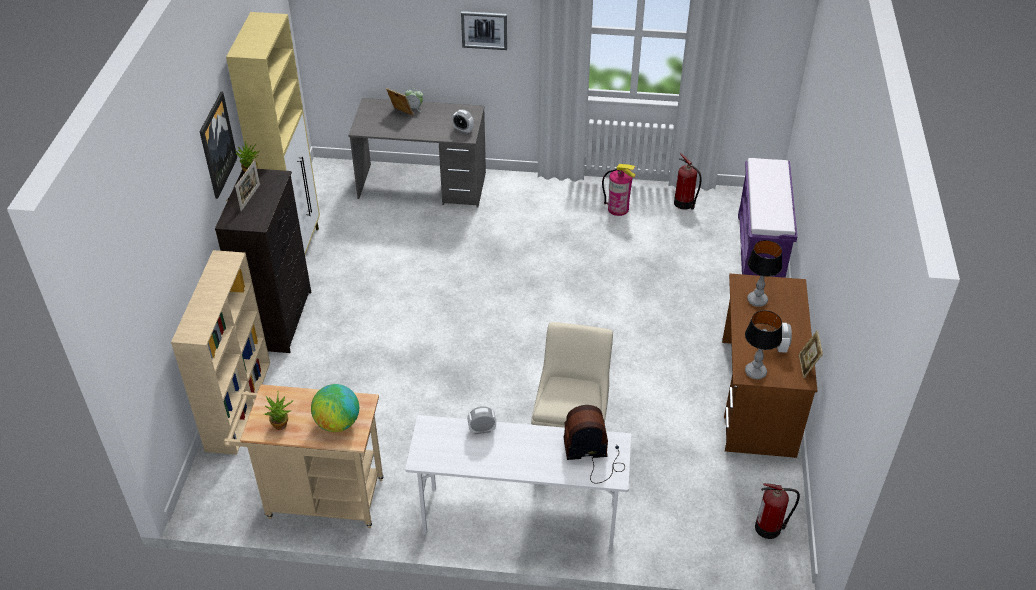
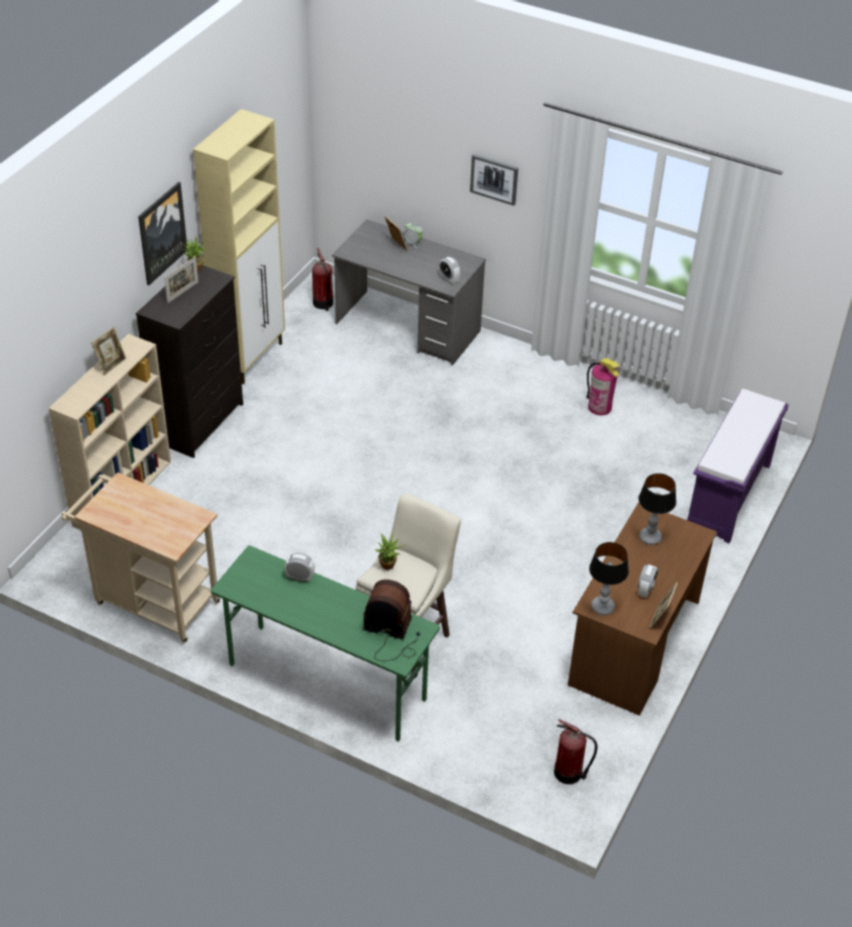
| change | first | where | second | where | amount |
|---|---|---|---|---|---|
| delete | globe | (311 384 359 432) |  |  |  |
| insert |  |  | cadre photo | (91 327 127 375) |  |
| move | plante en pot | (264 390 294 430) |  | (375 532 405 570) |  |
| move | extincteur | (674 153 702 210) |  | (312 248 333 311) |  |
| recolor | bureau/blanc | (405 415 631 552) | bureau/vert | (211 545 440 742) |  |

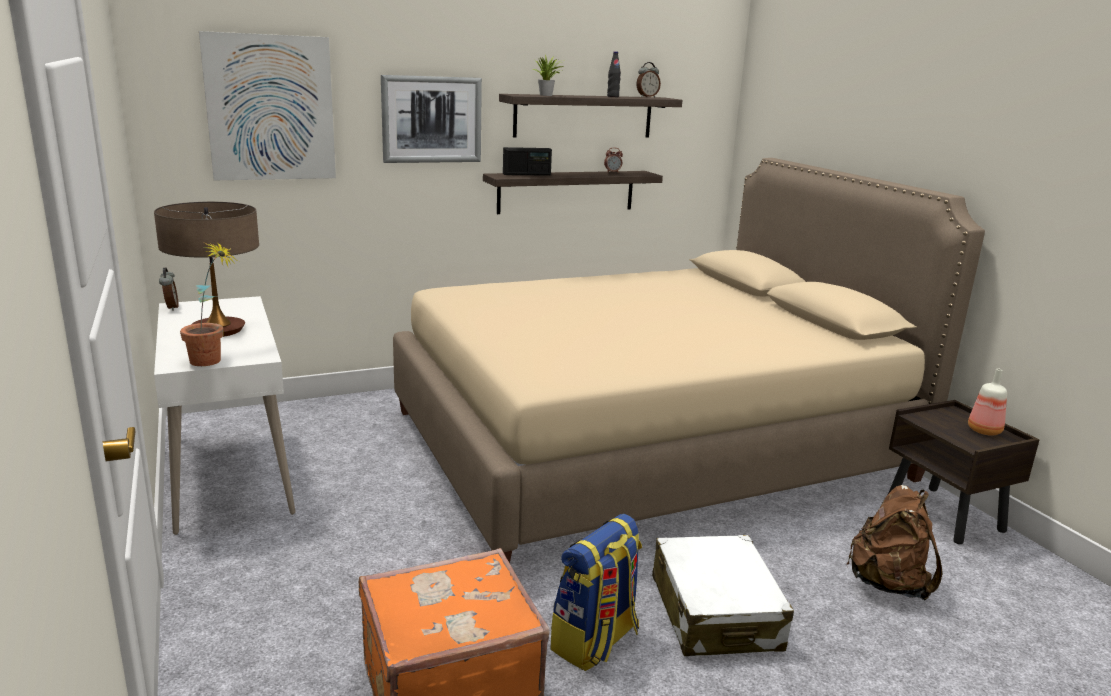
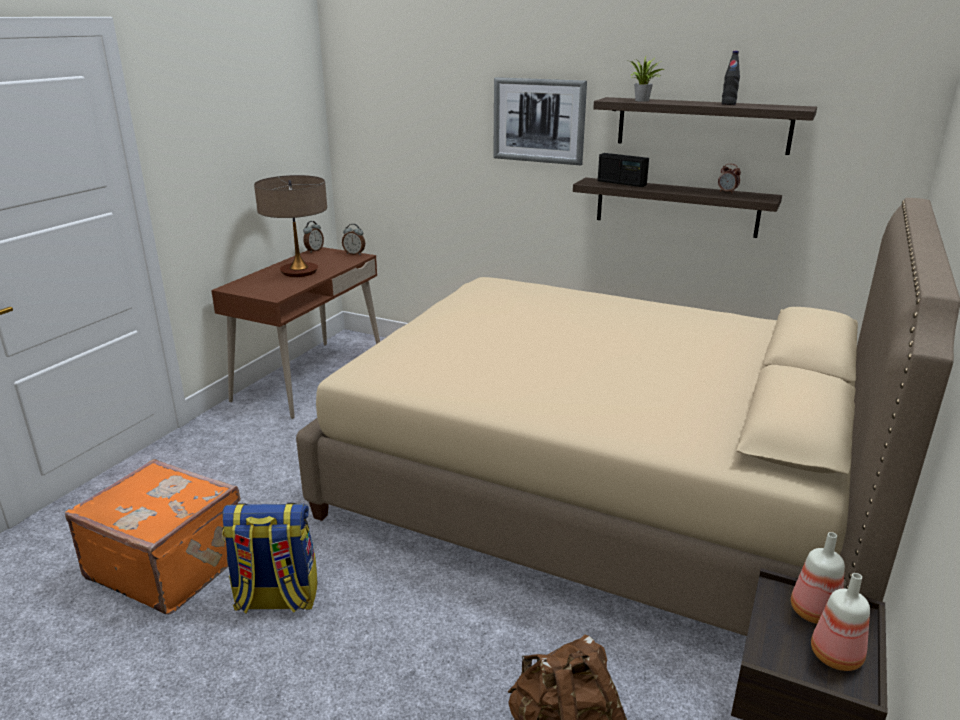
| change | first | where | second | where | amount |
|---|---|---|---|---|---|
| delete | plante en pot | (180 242 239 366) |  |  |  |
| delete | tableau | (199 31 336 180) |  |  |  |
| delete | valise/blanc | (652 535 794 656) |  |  |  |
| insert |  |  | bouteille | (791 532 845 624) |  |
| move | réveil | (636 62 661 97) |  | (342 224 365 255) |  |
| recolor | bureau/blanc | (154 296 295 535) | bureau/marron | (211 247 380 419) |  |

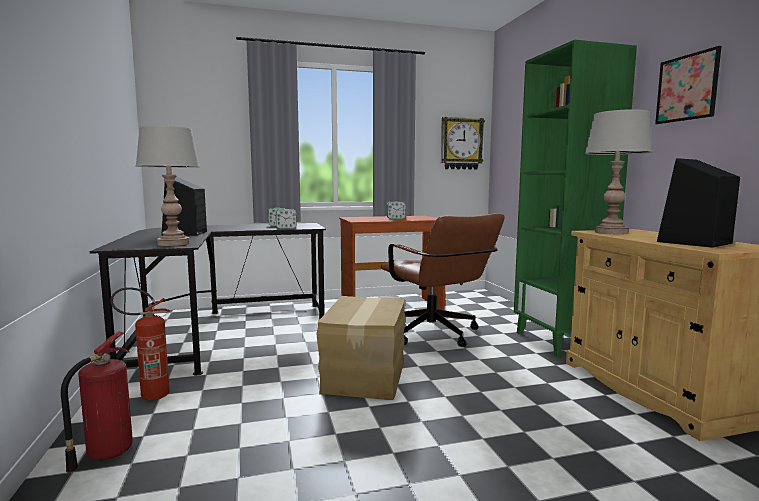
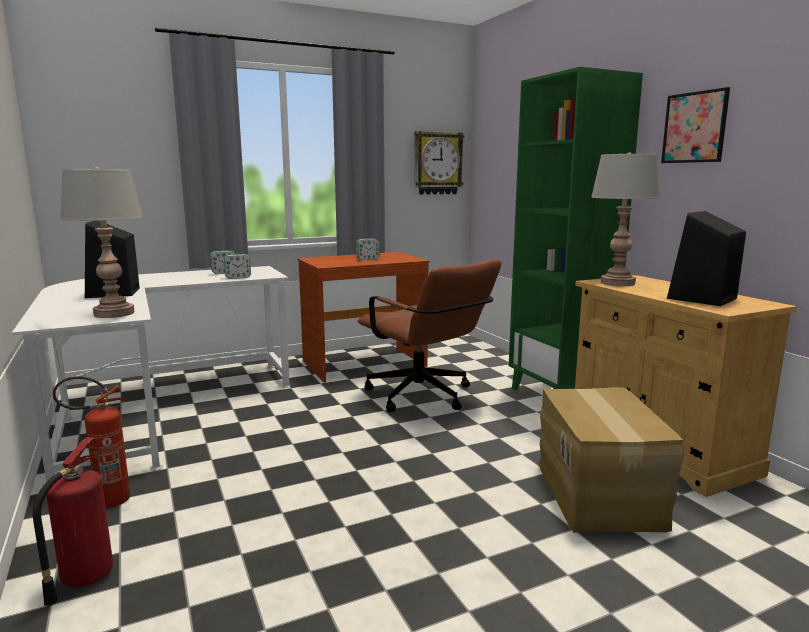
| change | first | where | second | where | amount |
|---|---|---|---|---|---|
| move | carton | (317 296 405 400) |  | (539 387 684 533) |  |
| recolor | bureau/noir | (90 223 326 376) | bureau/blanc | (12 266 290 482) |  |

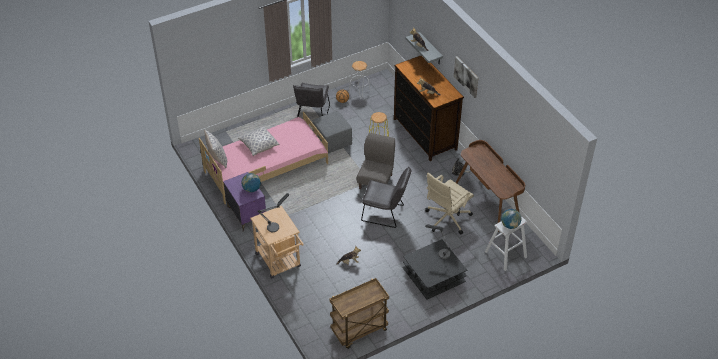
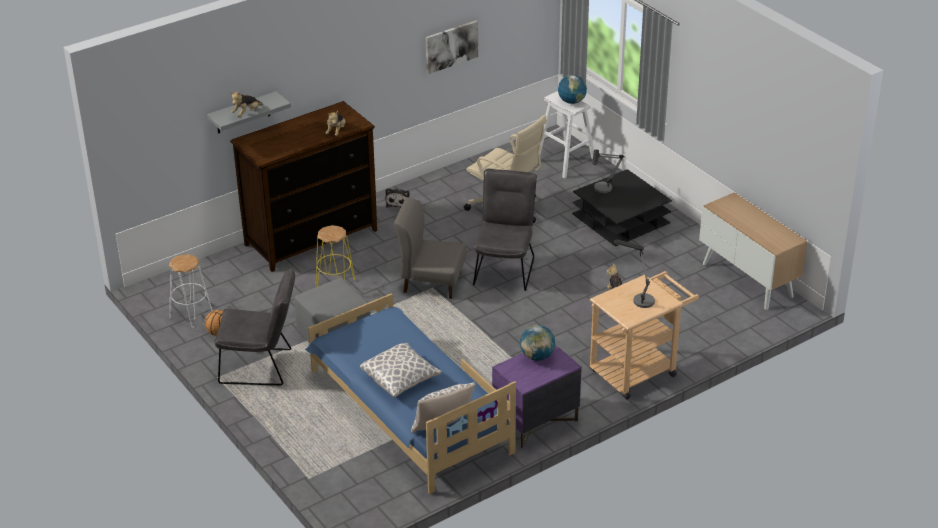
| change | first | where | second | where | amount |
|---|---|---|---|---|---|
| delete | bureau/marron | (456 140 525 232) |  |  |  |
| move | tableau | (454 56 478 98) |  | (426 20 478 74) |  |
| replace | chariot/marron | (330 278 389 349) | meuble de rangement | (699 192 807 310) |  |
| recolor | lit/rose | (199 112 328 204) | lit/bleu | (305 293 516 494) |  |

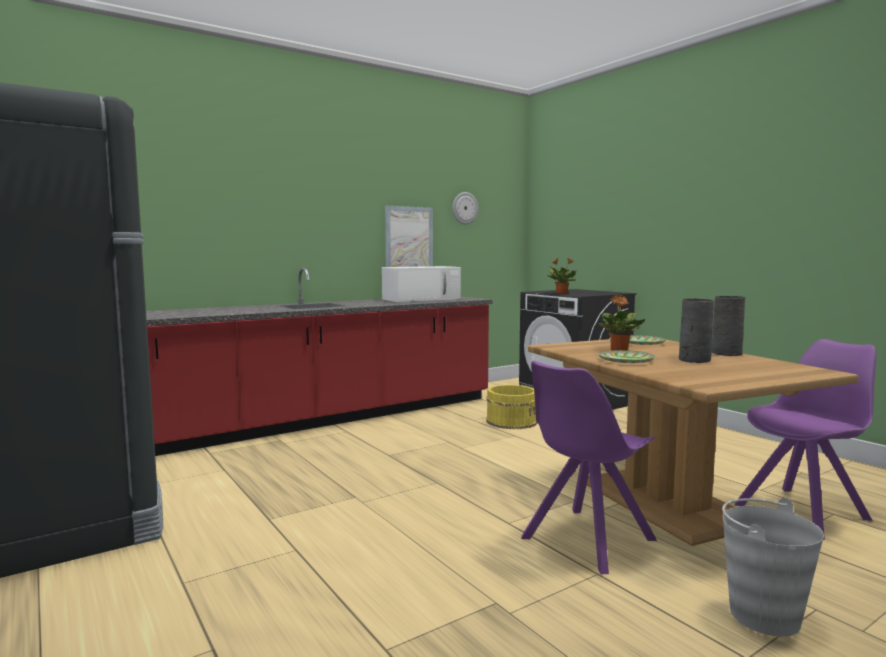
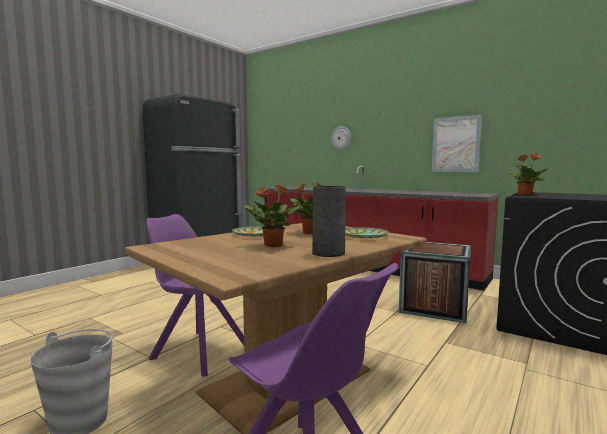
| change | first | where | second | where | amount |
|---|---|---|---|---|---|
| delete | micro-ondes/blanc | (382 266 461 302) |  |  |  |
| move | horloge murale | (452 192 478 225) |  | (331 126 351 150) |  |
| replace | seau/jaune | (486 385 537 429) | caisse | (399 242 471 323) |  |
| replace | vase/gris | (679 299 714 363) | plante en pot | (244 185 301 247) |  |

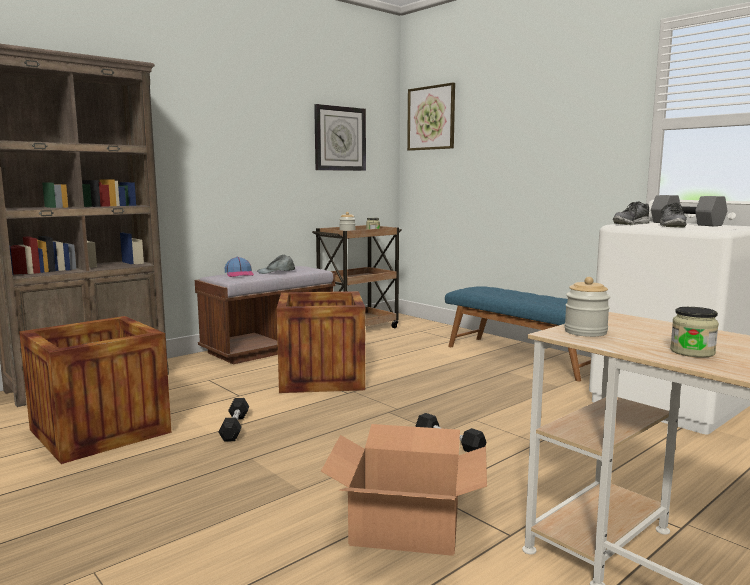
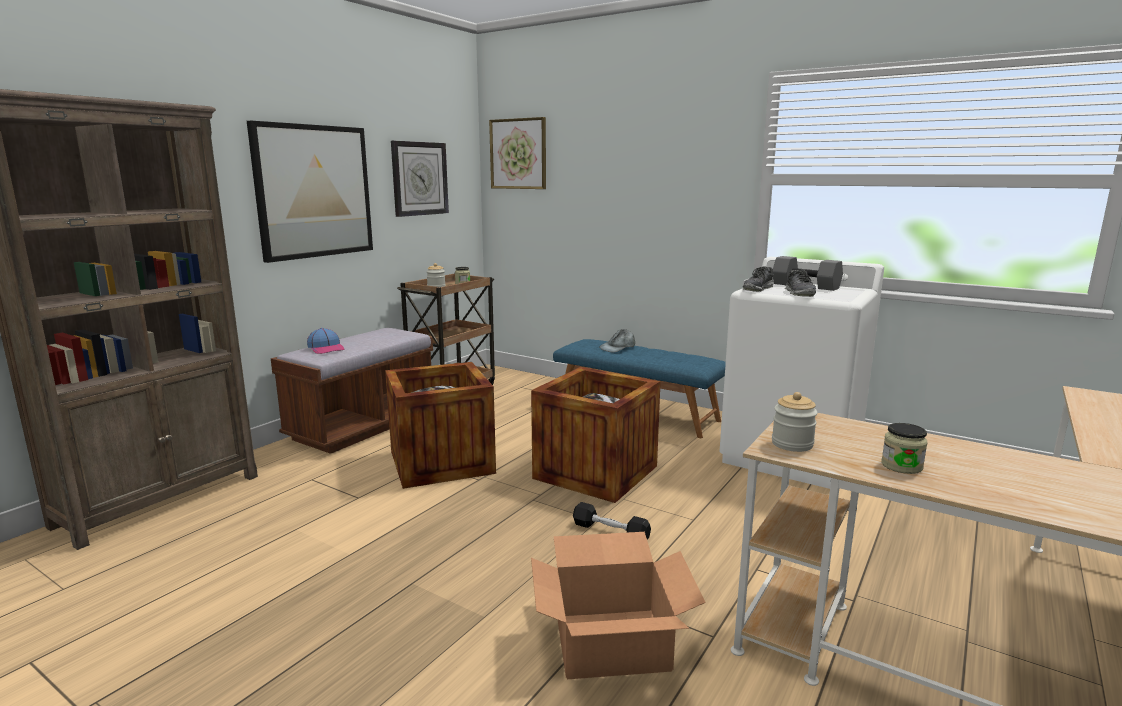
| change | first | where | second | where | amount |
|---|---|---|---|---|---|
| delete | haltère/noir | (218 398 249 442) |  |  |  |
| insert |  |  | tableau | (247 121 373 263) |  |
| move | caisse | (19 316 171 464) |  | (531 367 661 503) |  |
| move | casquette/gris | (257 255 295 274) |  | (599 329 635 353) |  |

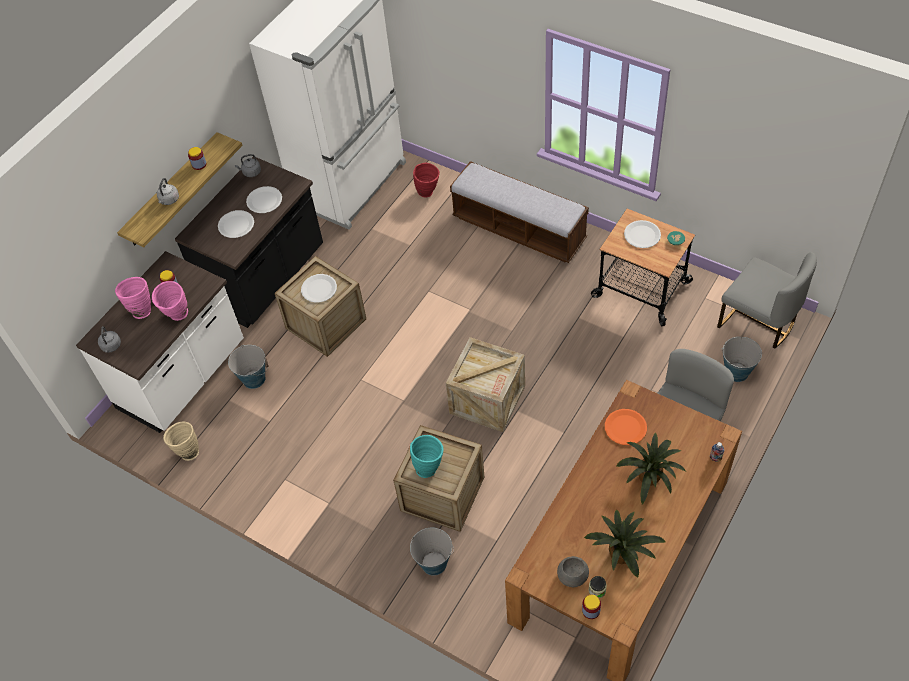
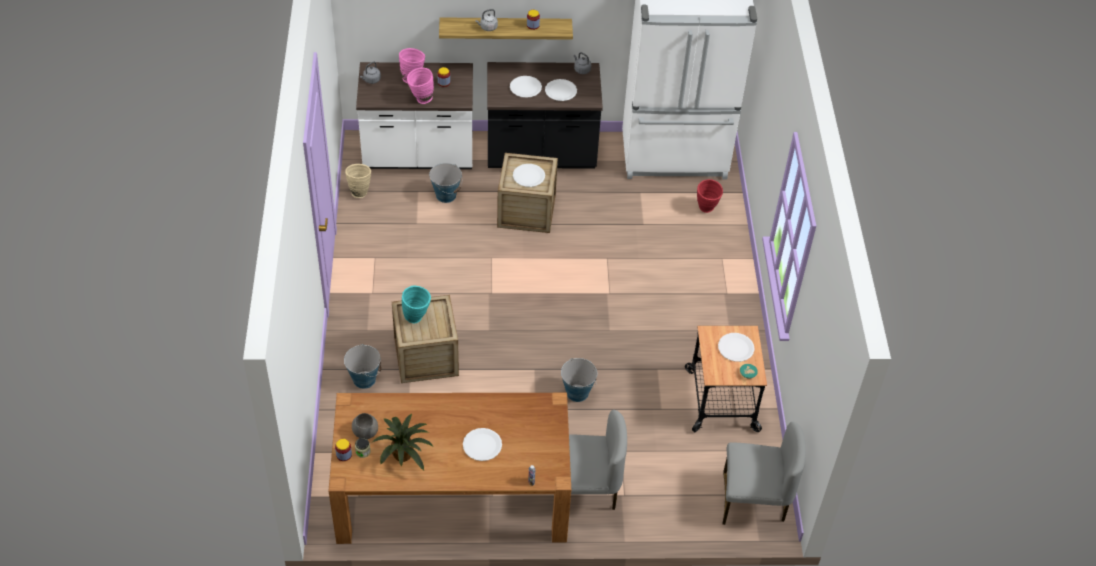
| change | first | where | second | where | amount |
|---|---|---|---|---|---|
| delete | caisse | (446 337 525 432) |  |  |  |
| delete | banc | (450 161 589 263) |  |  |  |
| delete | assiette/orange | (605 409 647 445) |  |  |  |
| move | seau | (722 337 762 382) |  | (561 358 597 402) |  |
| replace | plante en pot | (616 433 686 505) | assiette/blanc | (463 428 502 461) |  |
| rotate | chaise/gris | (717 252 817 349) |  | (722 422 806 525) | 90 degrees counterclockwise |

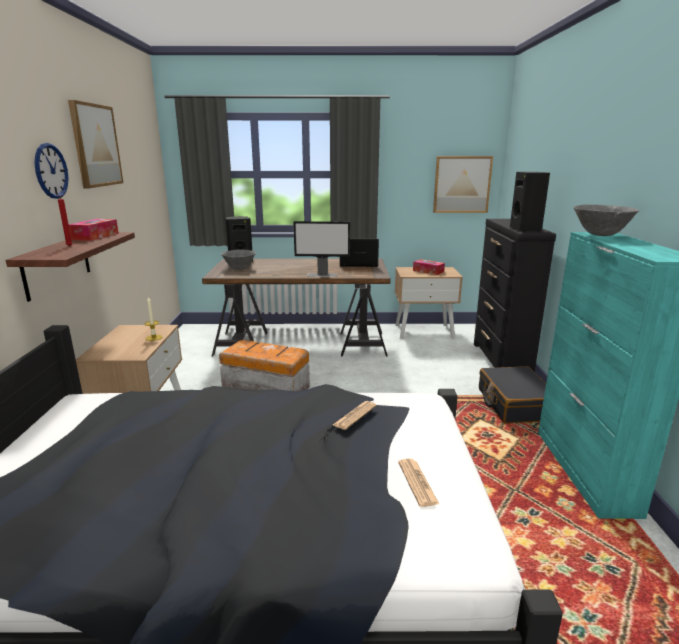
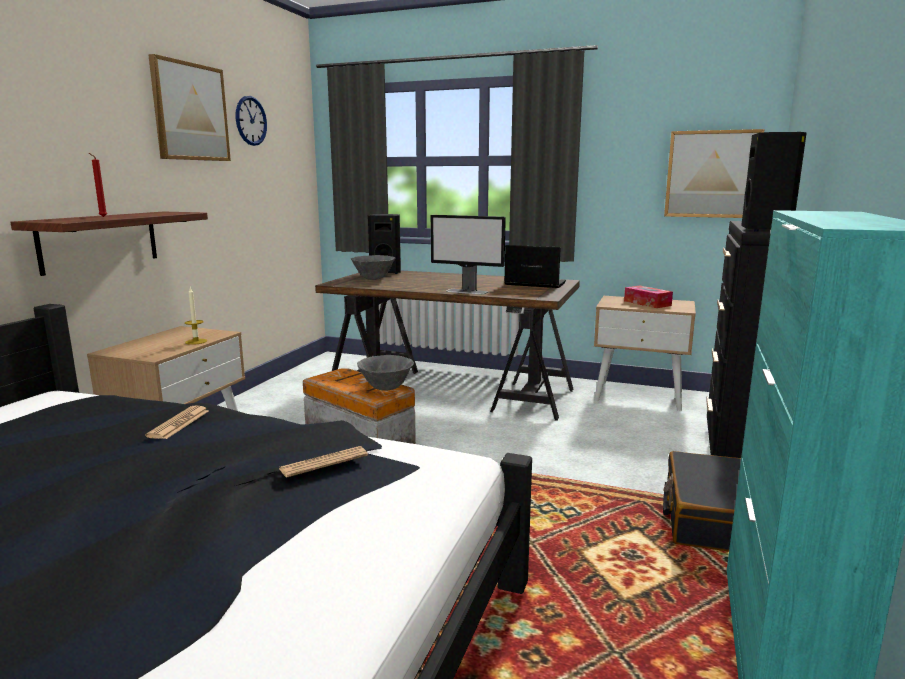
| change | first | where | second | where | amount |
|---|---|---|---|---|---|
| delete | boîte à mouchoirs | (69 219 119 241) |  |  |  |
| move | horloge murale | (34 143 69 199) |  | (236 96 267 146) |  |
| move | journal | (398 459 440 507) |  | (145 405 209 439) |  |
| move | bol/gris | (573 205 640 236) |  | (357 355 414 391) |  |

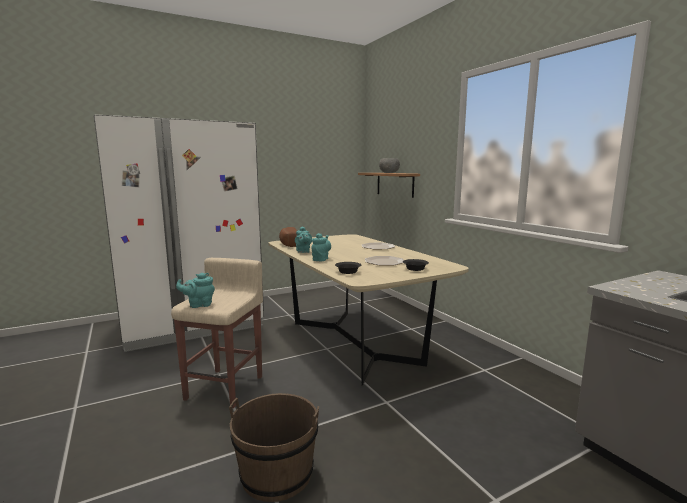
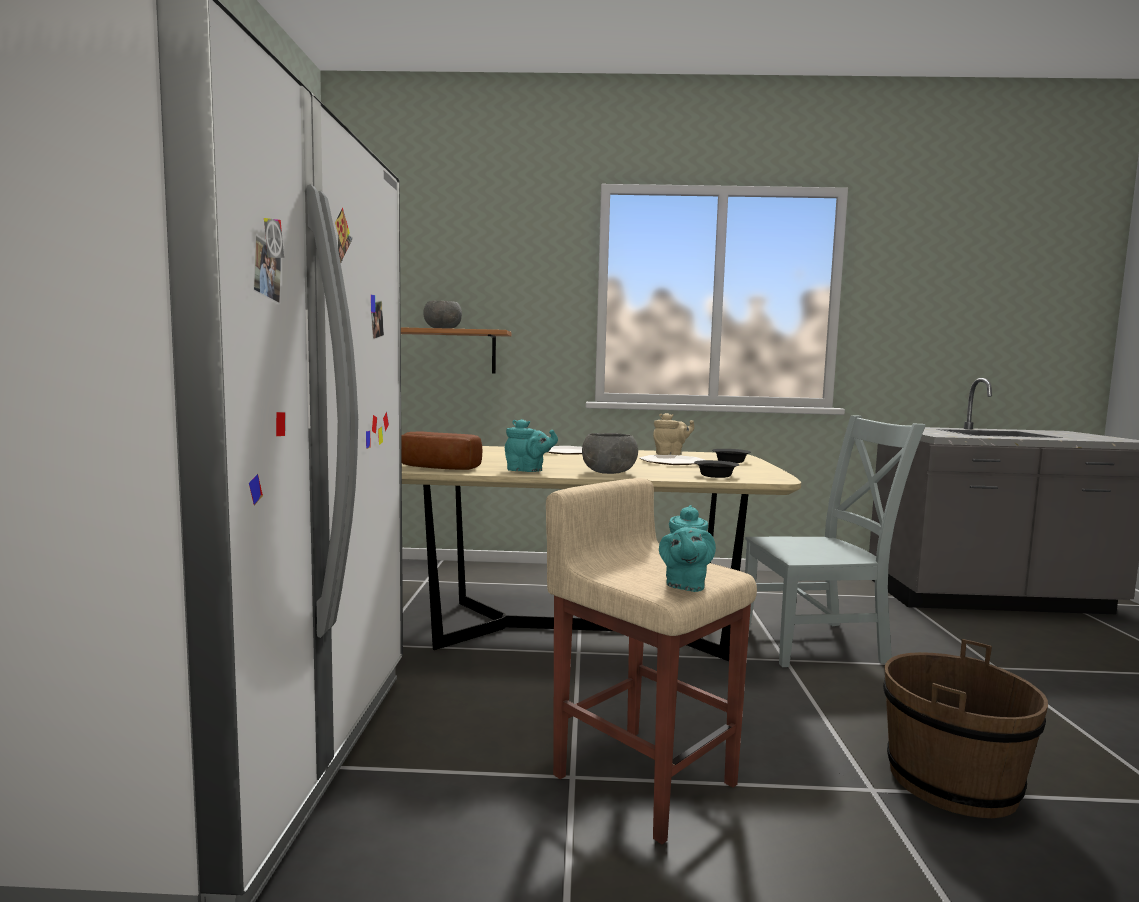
| change | first | where | second | where | amount |
|---|---|---|---|---|---|
| insert |  |  | théière/beige | (653 413 694 455) |  |
| insert |  |  | chaise/gris | (745 416 926 667) |  |
| replace | théière/turquoise | (311 233 331 261) | bol/gris | (582 433 638 474) |  |

